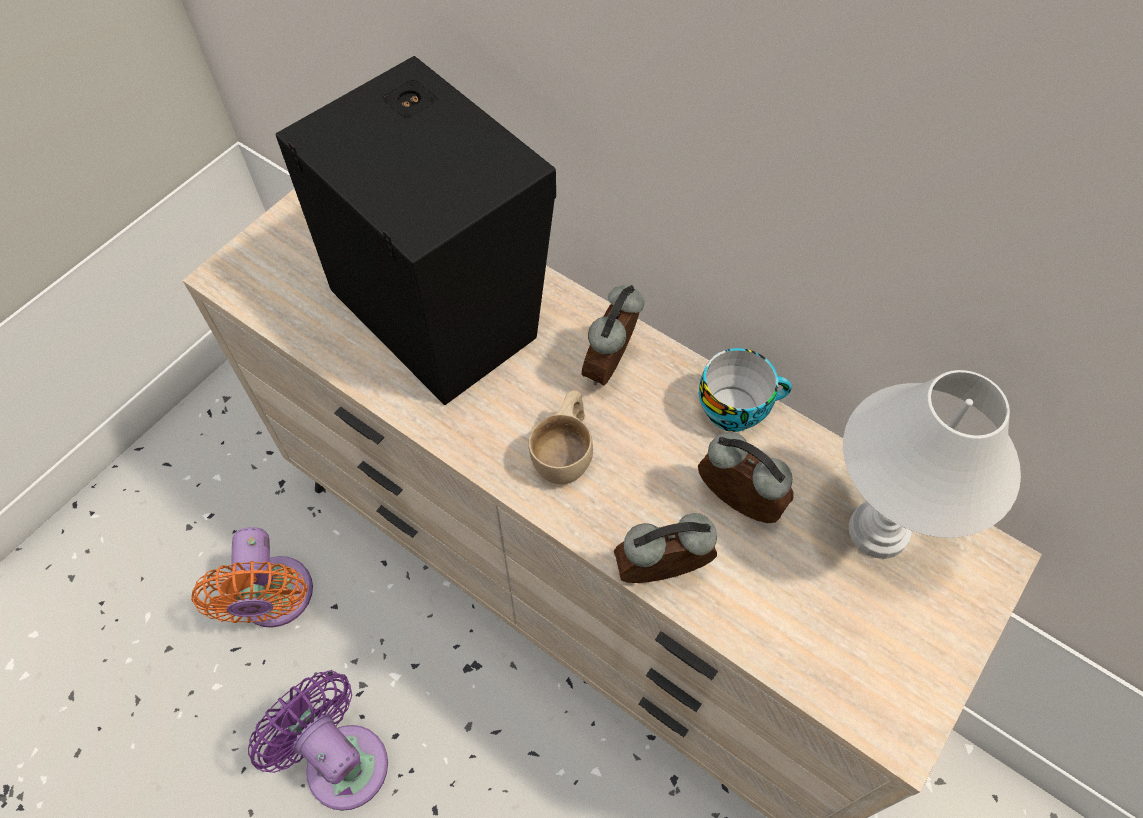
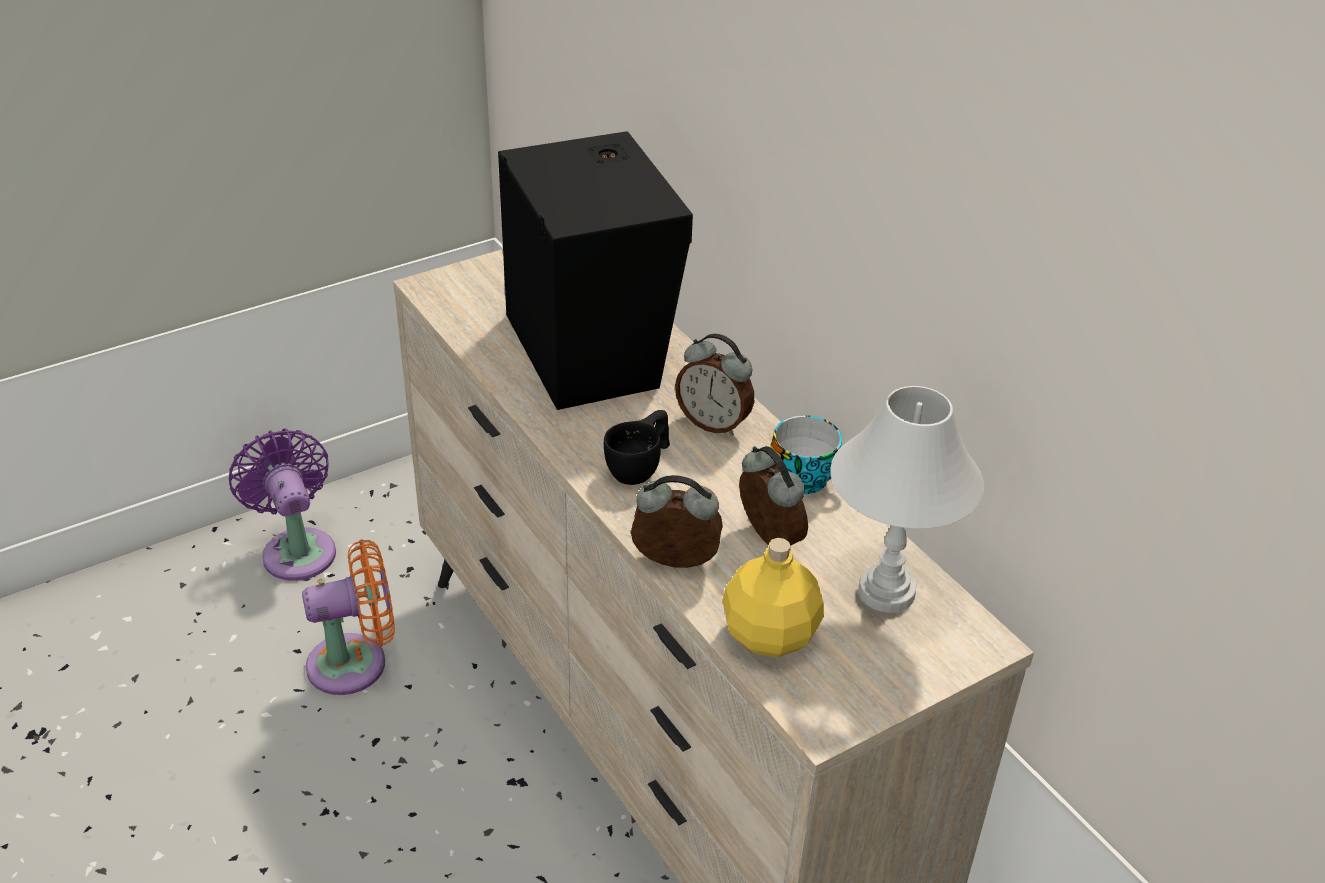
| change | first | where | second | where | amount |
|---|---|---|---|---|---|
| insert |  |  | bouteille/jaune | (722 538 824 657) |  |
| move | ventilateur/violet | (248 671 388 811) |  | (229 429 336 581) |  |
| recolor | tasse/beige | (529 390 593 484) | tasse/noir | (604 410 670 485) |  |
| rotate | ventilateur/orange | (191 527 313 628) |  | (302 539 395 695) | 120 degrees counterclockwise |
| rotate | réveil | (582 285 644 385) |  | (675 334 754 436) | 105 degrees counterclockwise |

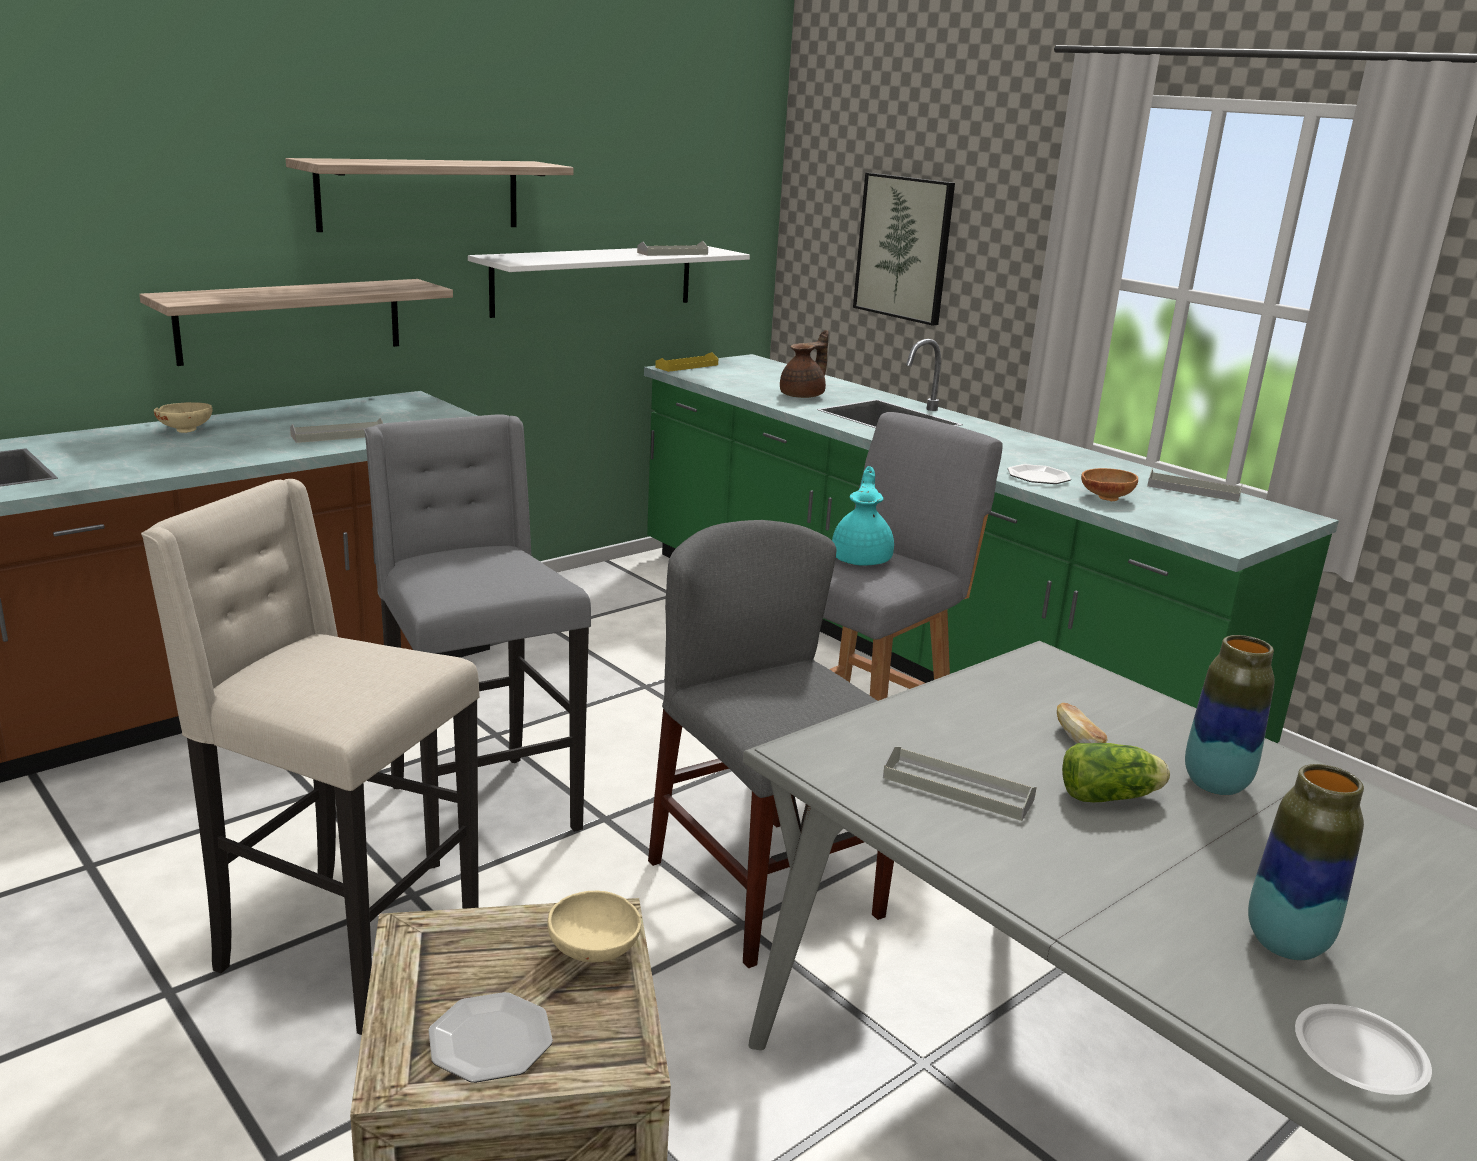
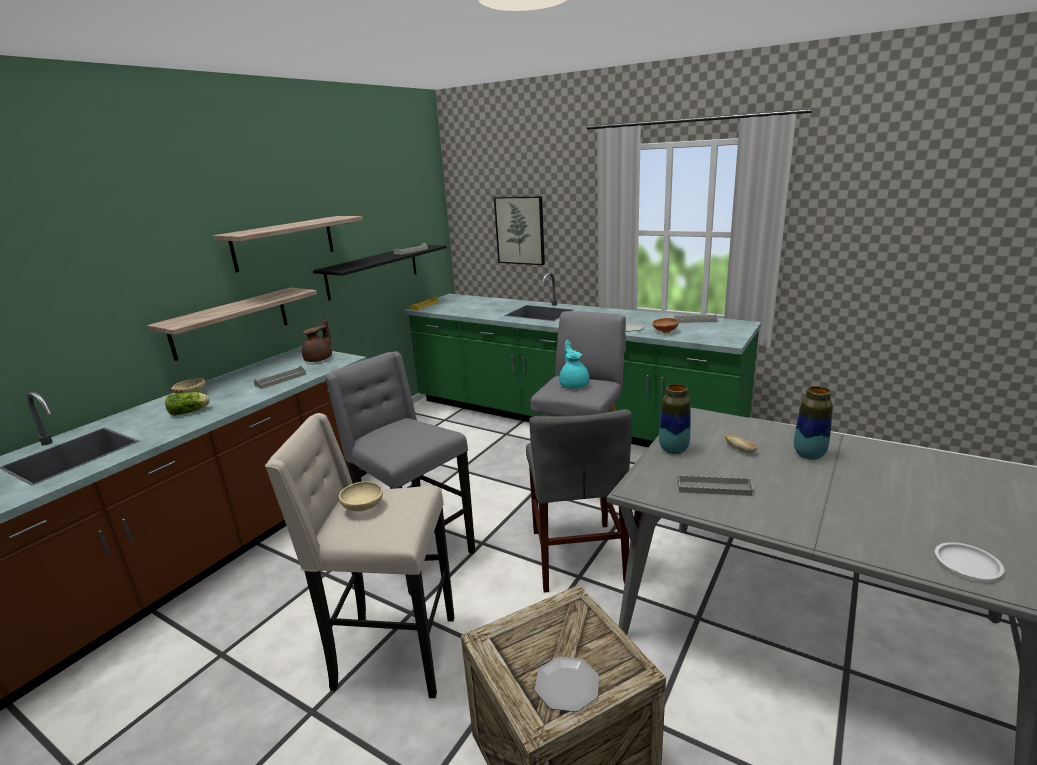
| change | first | where | second | where | amount |
|---|---|---|---|---|---|
| move | bol/beige | (547 891 641 962) |  | (339 481 383 511) |  |
| move | théière/marron | (780 330 829 398) |  | (302 317 332 362) |  |
| move | laitue | (1062 743 1170 802) |  | (165 392 210 416) |  |
| move | vase | (1248 764 1364 960) |  | (659 384 691 454) |  |
| recolor | étagère/blanc | (468 246 750 318) | étagère/noir | (313 244 447 301) |  |
| rotate | chaise/gris | (648 520 894 968) |  | (526 409 632 593) | 135 degrees counterclockwise |

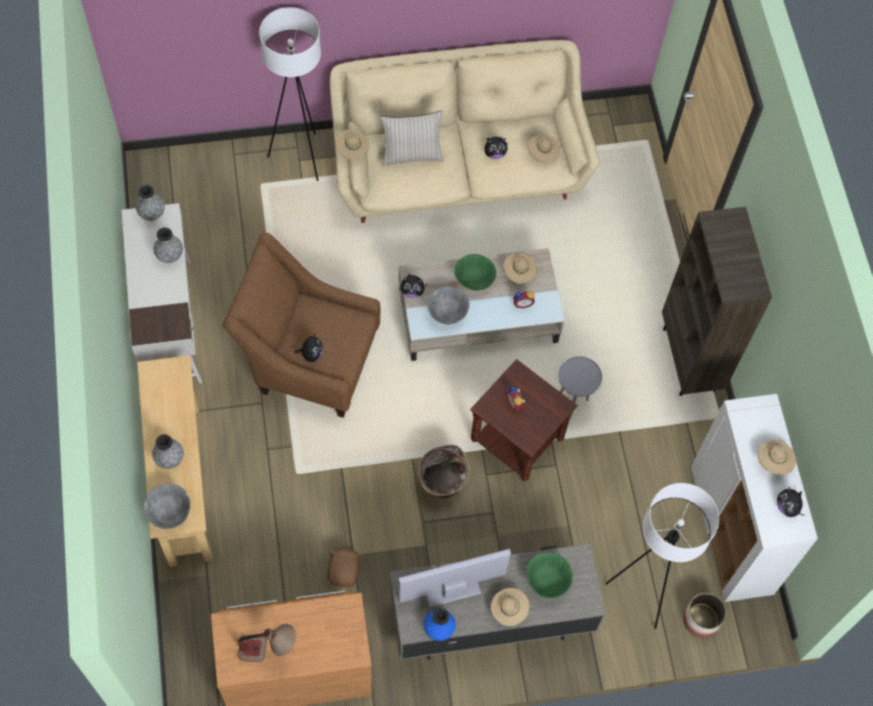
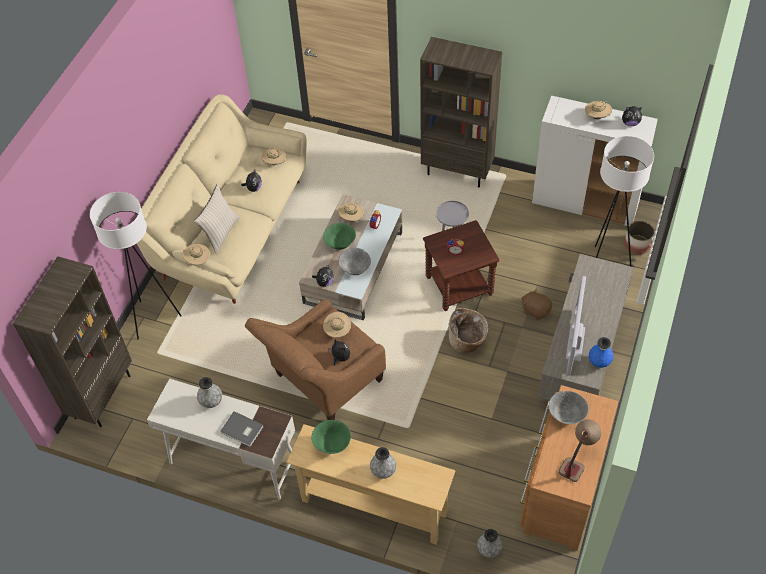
| change | first | where | second | where | amount |
|---|---|---|---|---|---|
| insert |  |  | bibliothèque/marron | (13 256 132 427) |  |
| insert |  |  | livre/gris | (220 411 264 447) |  |
| move | vase/gris | (136 185 165 221) |  | (477 529 503 558) |  |
| move | bol/gris | (144 484 191 529) |  | (549 391 589 424) |  |
| move | peluche/marron | (327 545 362 588) |  | (522 288 552 320) |  |
| move | chapeau/beige | (491 588 530 626) |  | (323 312 351 338) |  |
| move | bol/vert | (527 552 573 599) |  | (311 420 351 454) |  |

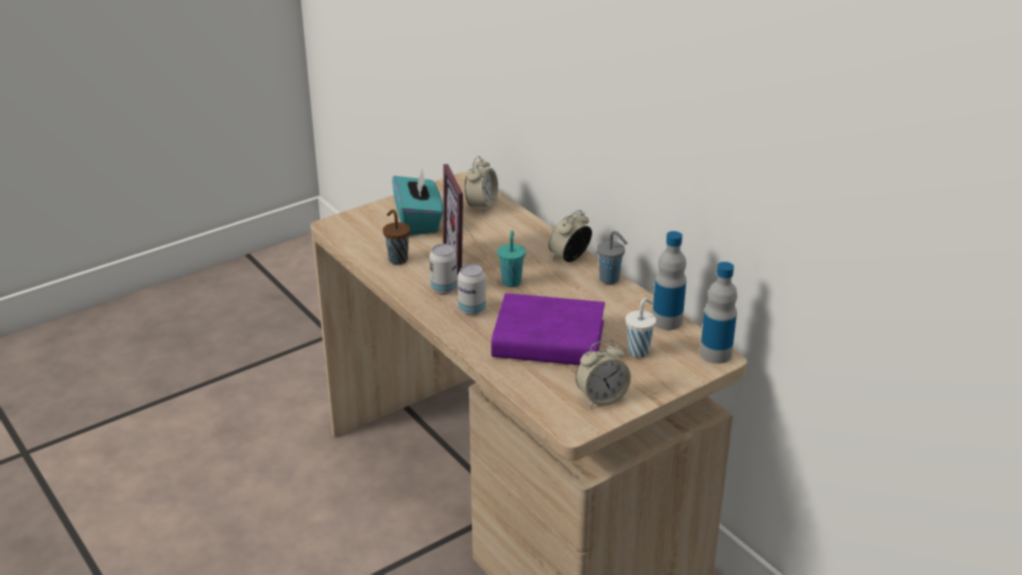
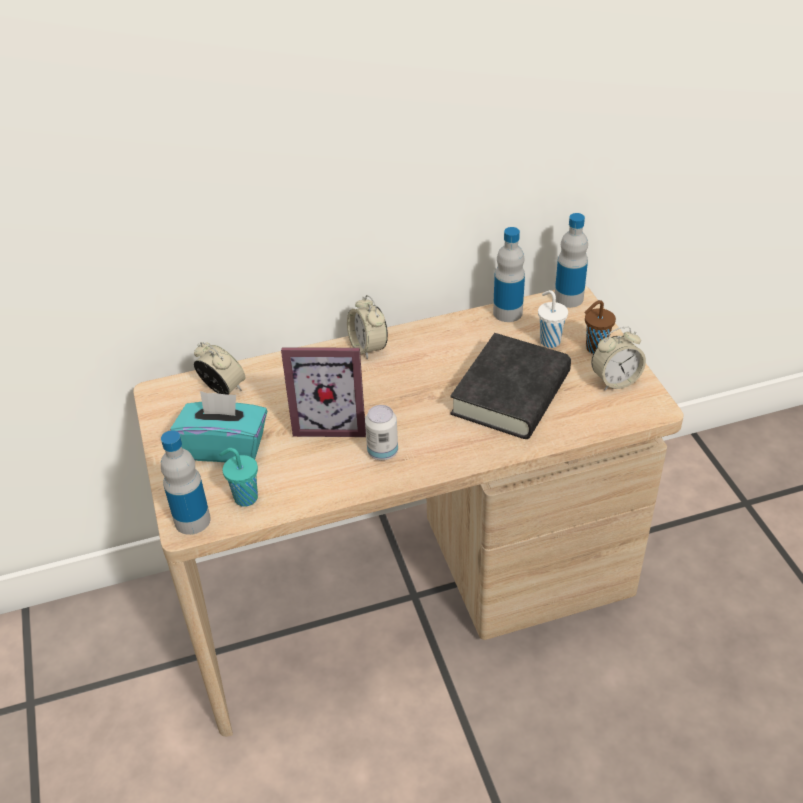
| change | first | where | second | where | amount |
|---|---|---|---|---|---|
| delete | boîte métallique | (458 264 486 315) |  |  |  |
| delete | tasse/gris | (597 231 627 284) |  |  |  |
| insert |  |  | bouteille | (161 430 211 535) |  |
| move | tasse/marron | (383 209 411 265) |  | (584 300 616 354) |  |
| move | tasse/turquoise | (497 230 526 287) |  | (219 448 258 507) |  |
| recolor | livre/violet | (491 293 605 365) | livre/noir | (450 333 571 439) |  |
| rotate | réveil | (576 340 631 408) |  | (591 327 646 390) | 75 degrees clockwise |

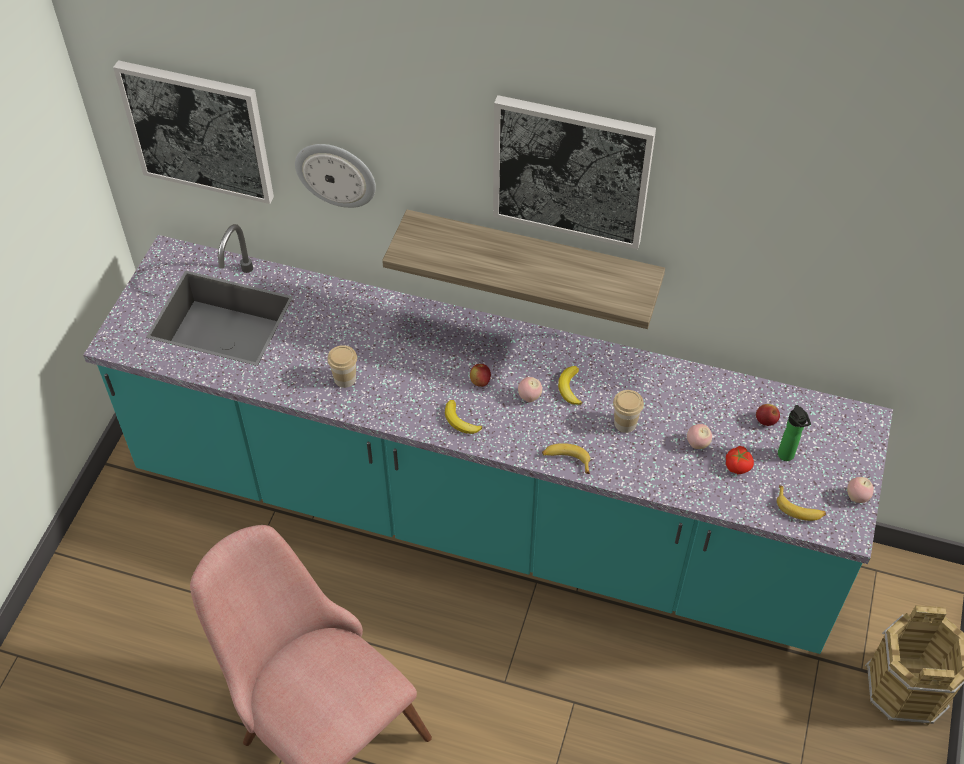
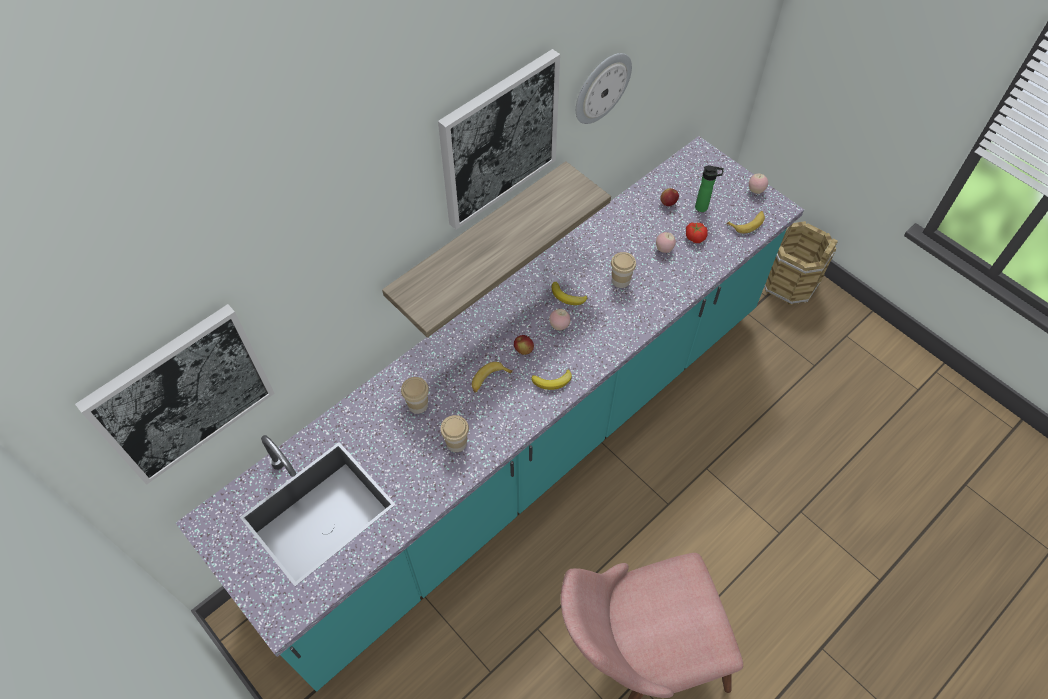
| change | first | where | second | where | amount |
|---|---|---|---|---|---|
| insert |  |  | tasse | (401 377 429 414) |  |
| move | horloge murale | (295 144 376 208) |  | (576 53 632 124) |  |
| move | banane | (542 443 590 474) |  | (472 362 513 392) |  |

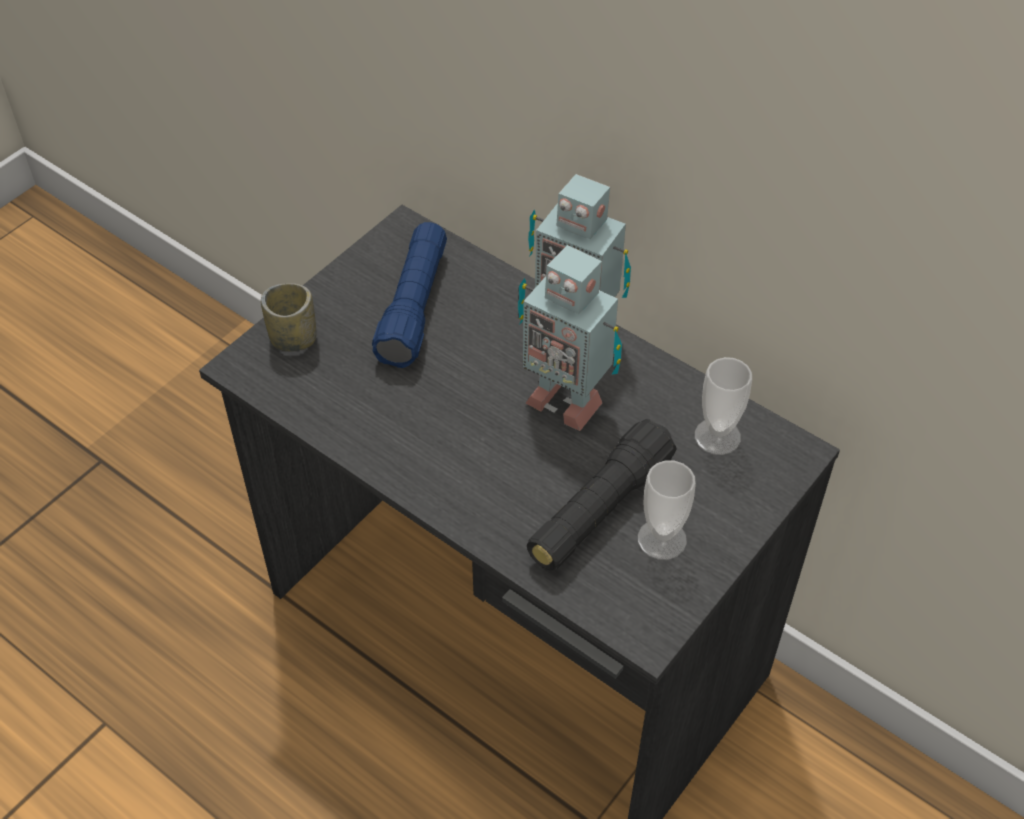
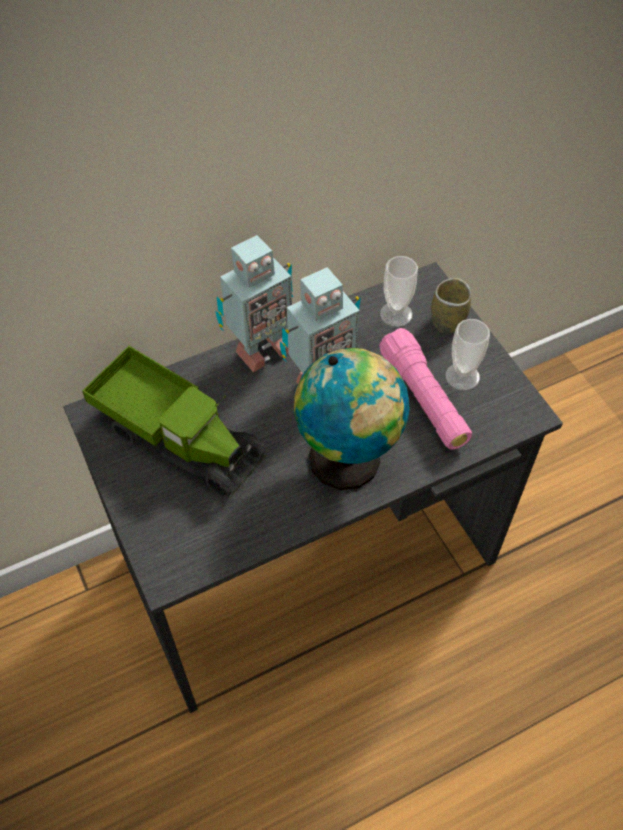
| change | first | where | second | where | amount |
|---|---|---|---|---|---|
| insert |  |  | globe | (294 348 410 490) |  |
| move | tasse | (261 283 316 351) |  | (431 278 471 334) |  |
| replace | lampe de poche/bleu | (372 222 447 368) | camion jouet | (82 346 266 498) |  |
| recolor | lampe de poche/noir | (527 419 677 570) | lampe de poche/rose | (379 328 472 450) |  |

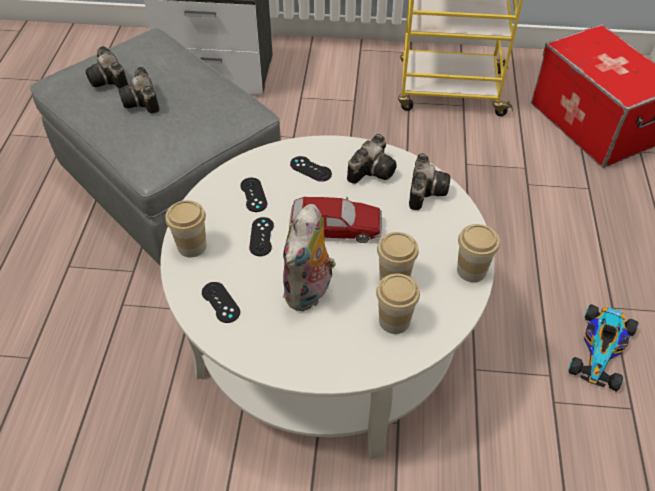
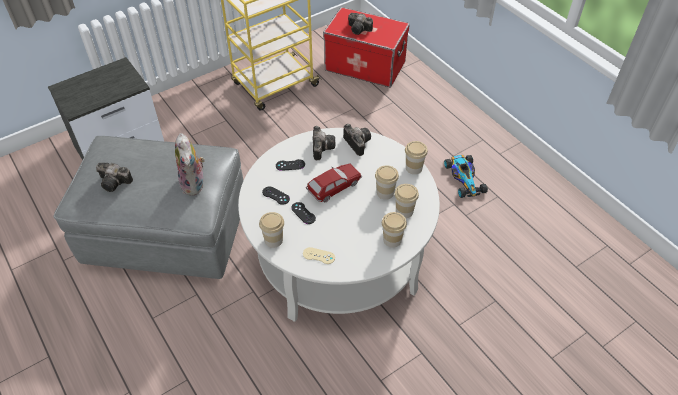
| change | first | where | second | where | amount |
|---|---|---|---|---|---|
| insert |  |  | tasse | (382 212 407 248) |  |
| move | appareil photo | (119 67 159 114) |  | (348 13 373 35) |  |
| move | peluche | (283 204 336 311) |  | (175 133 205 196) |  |
| recolor | manette/noir | (202 282 240 323) | manette/beige | (303 247 335 264) |  |

